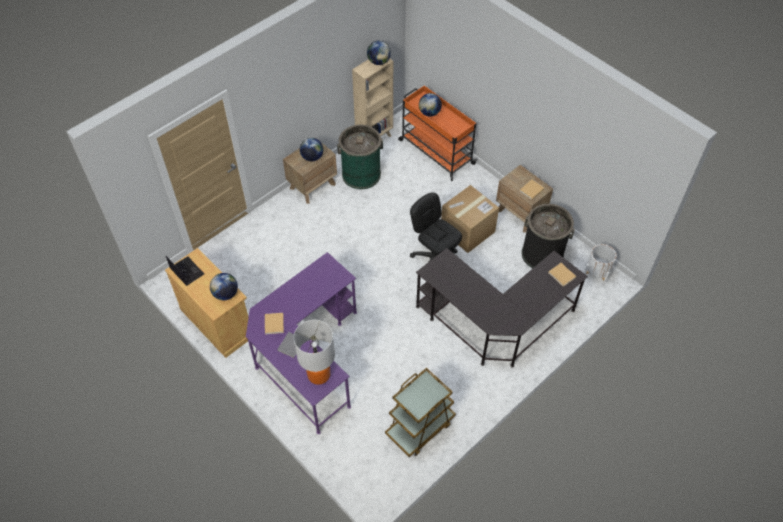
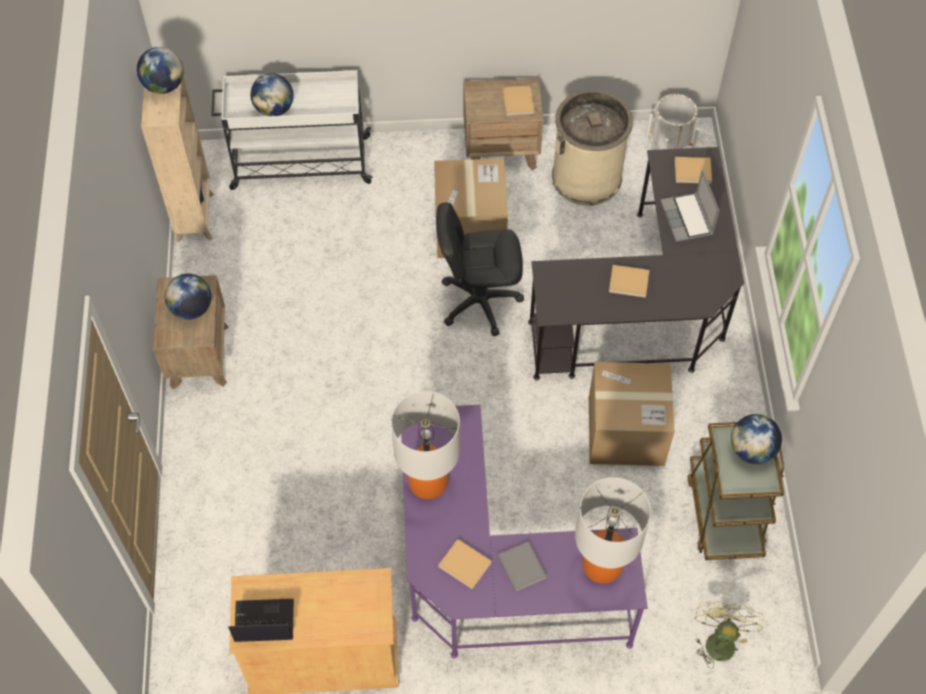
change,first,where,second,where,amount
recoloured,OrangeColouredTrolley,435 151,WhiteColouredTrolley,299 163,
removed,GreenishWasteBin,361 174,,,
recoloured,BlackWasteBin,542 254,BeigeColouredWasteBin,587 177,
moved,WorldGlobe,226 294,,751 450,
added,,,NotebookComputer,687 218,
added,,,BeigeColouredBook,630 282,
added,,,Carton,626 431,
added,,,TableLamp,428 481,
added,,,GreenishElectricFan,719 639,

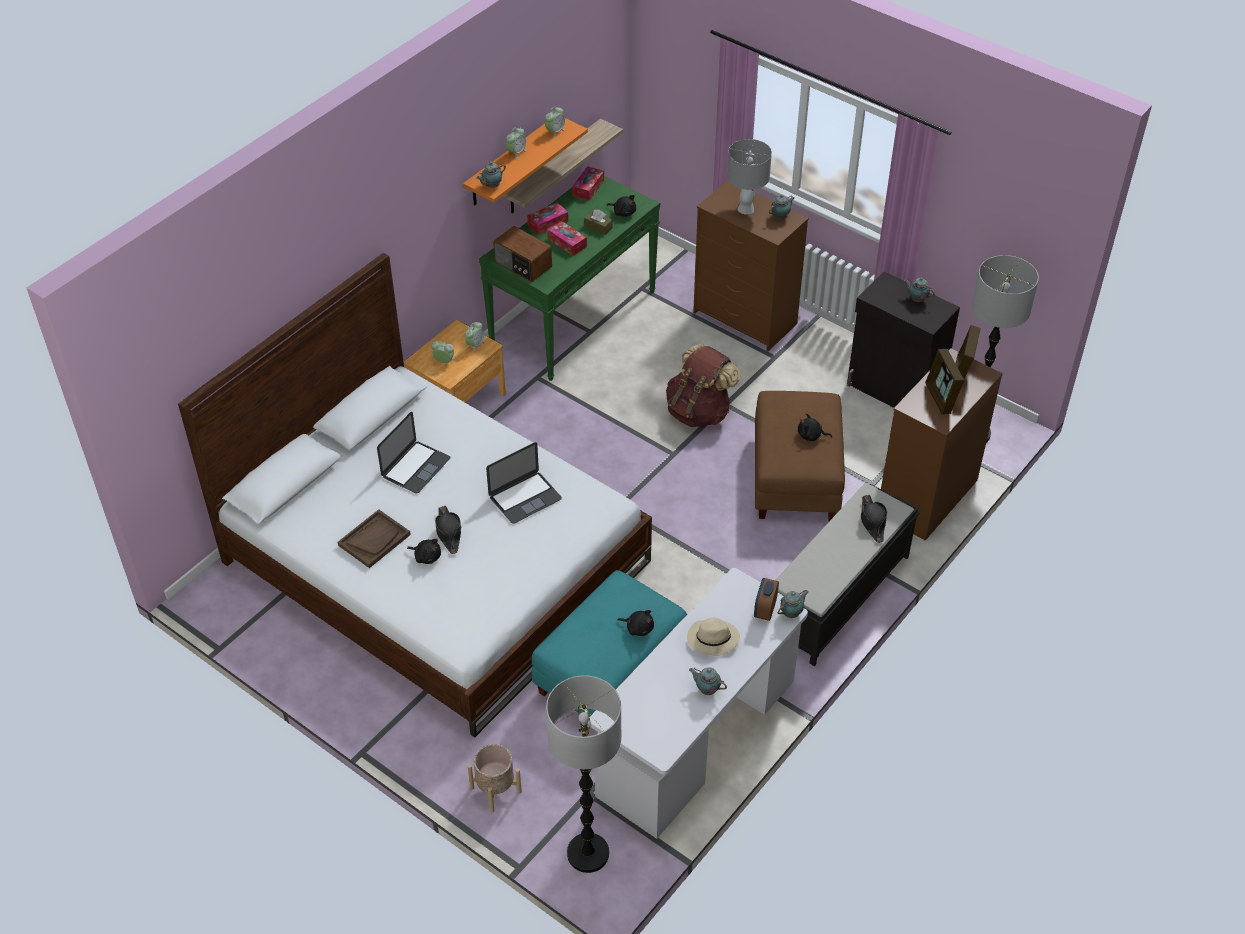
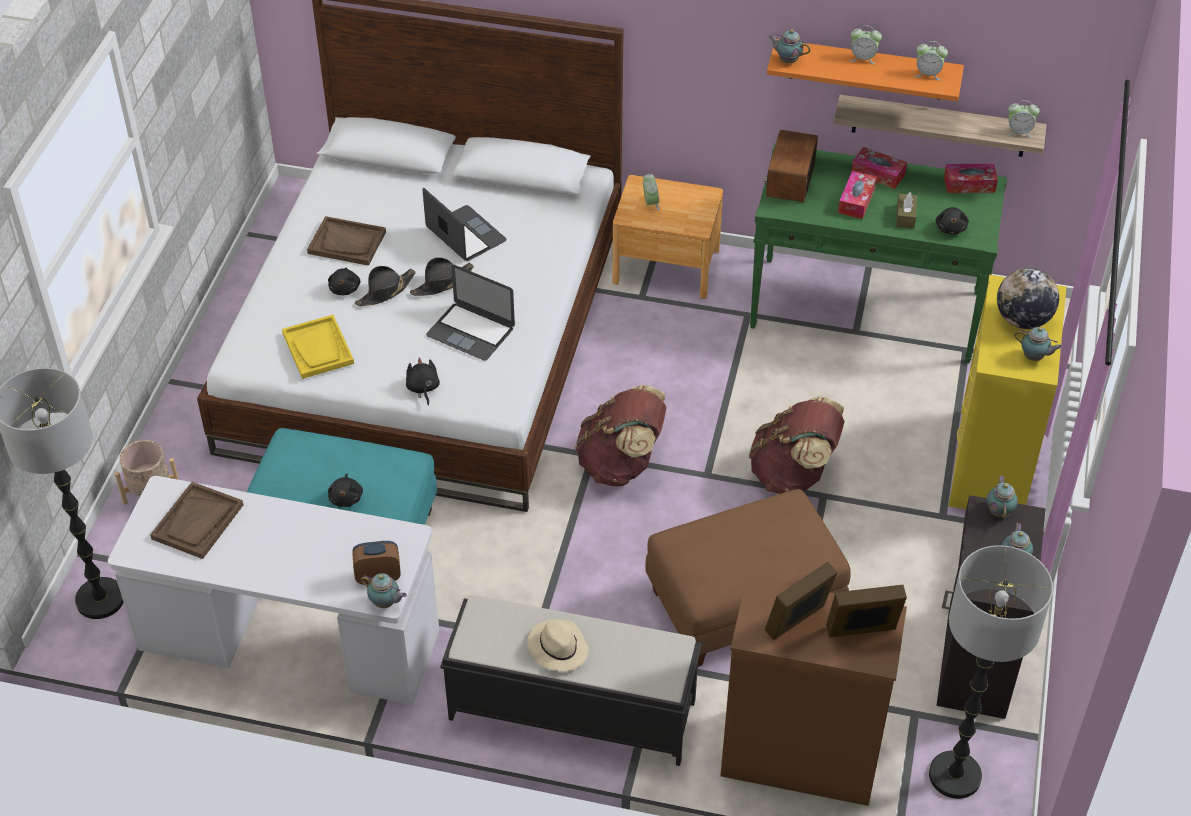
change,first,where,second,where,amount
replaced,GreyishTableLamp,746 208,WorldGlobe,1022 320,
recoloured,BrownColouredDresser,746 318,YellowishDresser,991 465,
moved,AlarmClock,475 345,,1019 132,
turned,NotebookComputer,416 467,,465 234,135 degrees counterclockwise
moved,BlackPlushToy,811 436,,423 388,
moved,BlackHat,872 521,,442 283,
moved,BeigeColouredHat,712 639,,557 647,
moved,TeaPot,706 689,,999 511,
added,,,YellowishCarryingTray,318 348,
added,,,BrownColouredKnapsack,621 465,
added,,,BrownColouredCarryingTray,197 522,

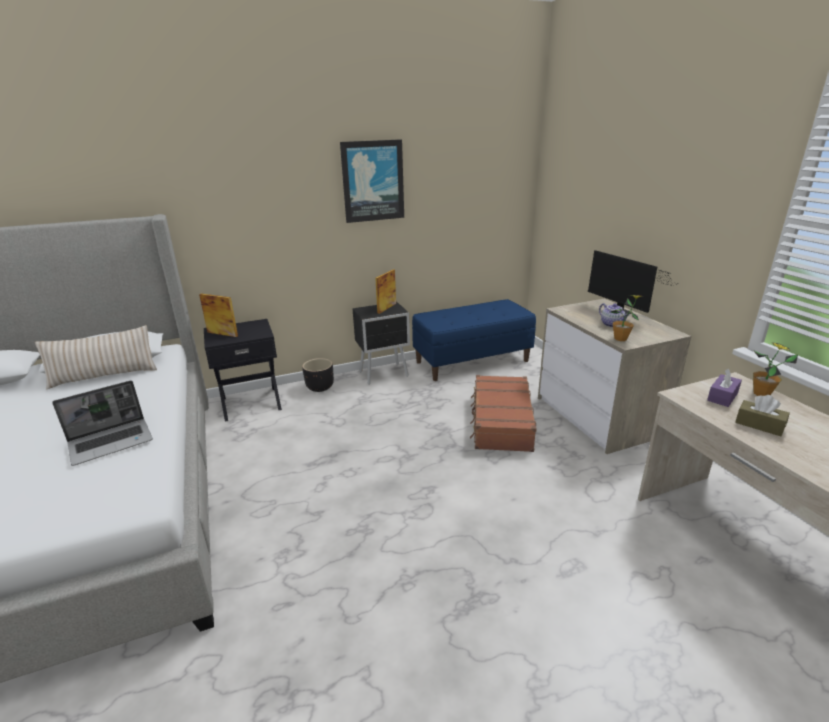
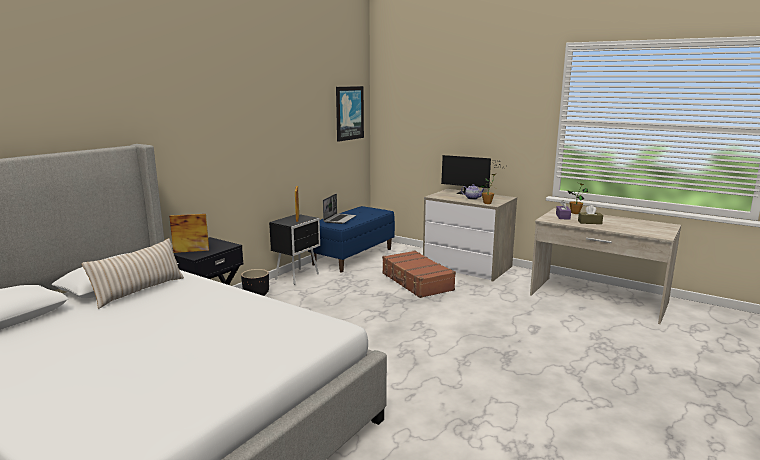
change,first,where,second,where,amount
moved,WallArt,373 181,,349 113,
moved,NotebookComputer,112 442,,339 219,

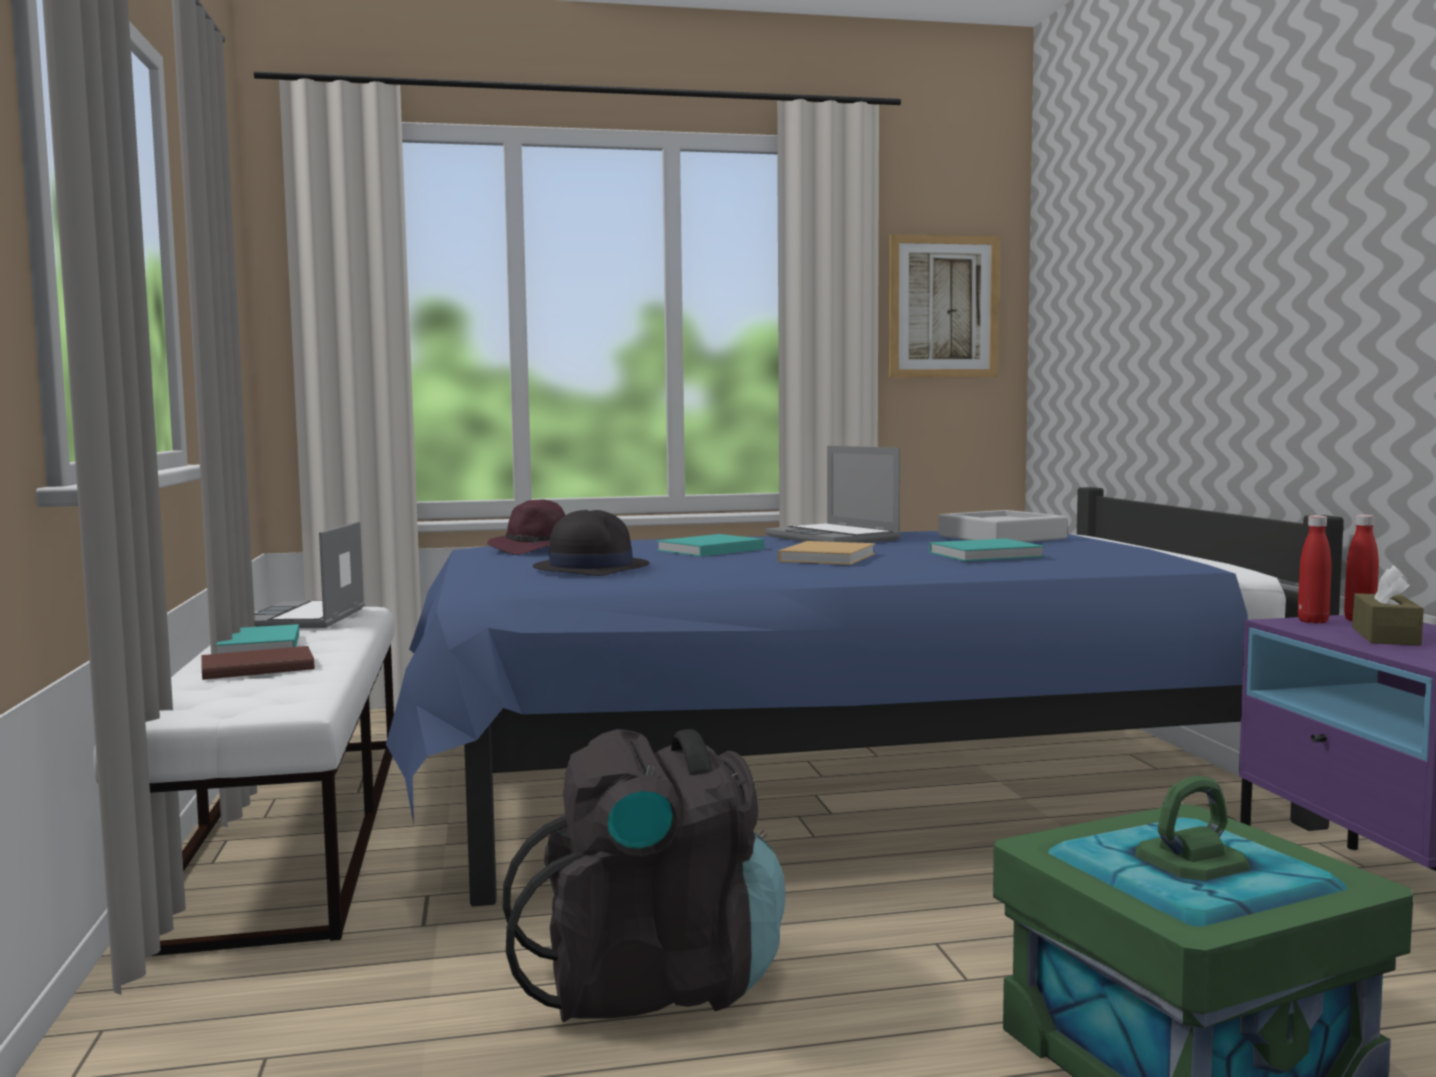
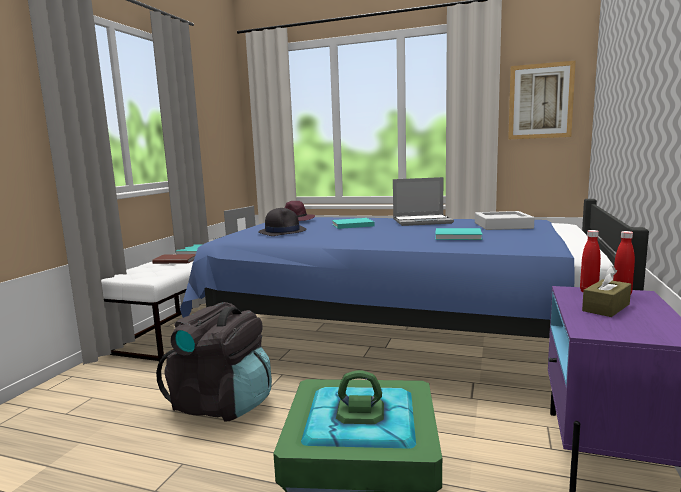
change,first,where,second,where,amount
turned,NotebookComputer,834 538,,422 221,90 degrees counterclockwise
removed,BeigeColouredBook,828 557,,,

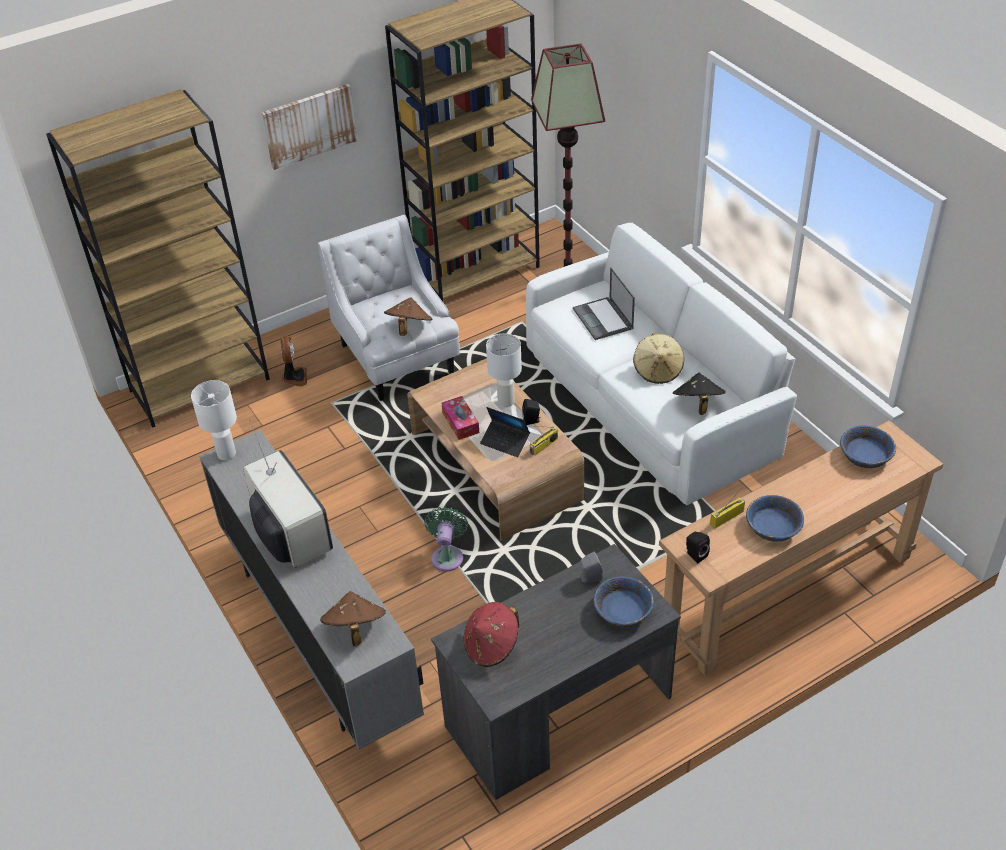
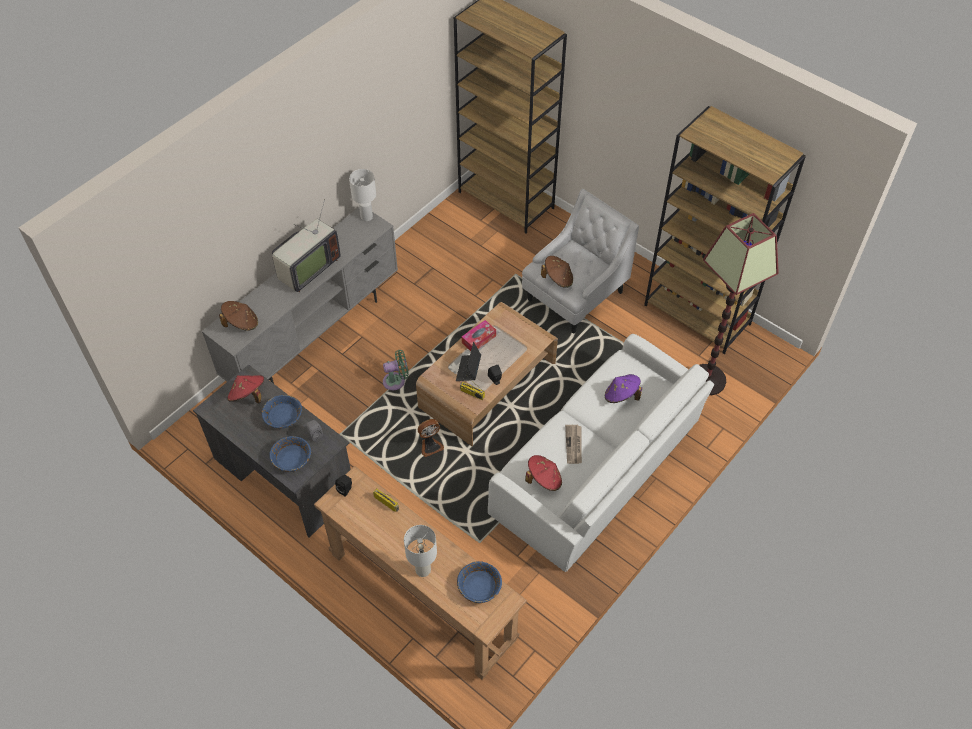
change,first,where,second,where,amount
removed,WallArt,309 125,,,
replaced,NotebookComputer,603 319,PurpleColouredHat,621 396,
moved,WhiteColouredTableLamp,505 401,,423 569,
replaced,BeigeColouredHat,658 370,Newspaper,574 445,
moved,ElectricFan,294 377,,430 446,
recoloured,BlackHat,697 404,ReddishHat,544 479,
moved,BlueColouredServingBowl,773 526,,283 416,

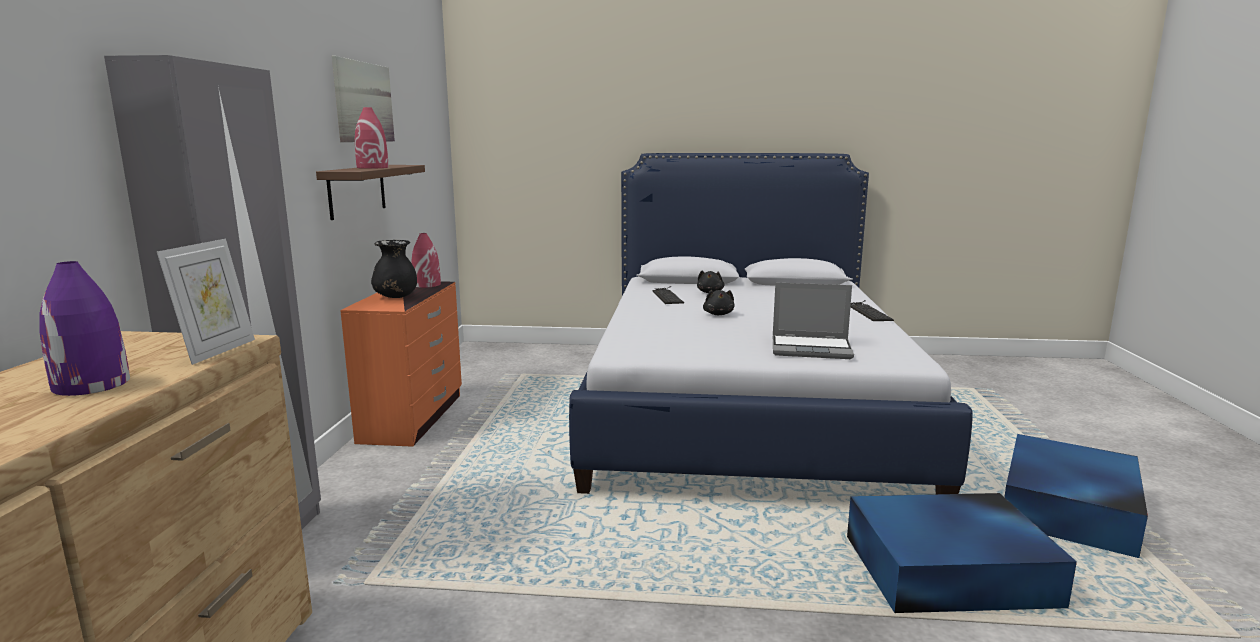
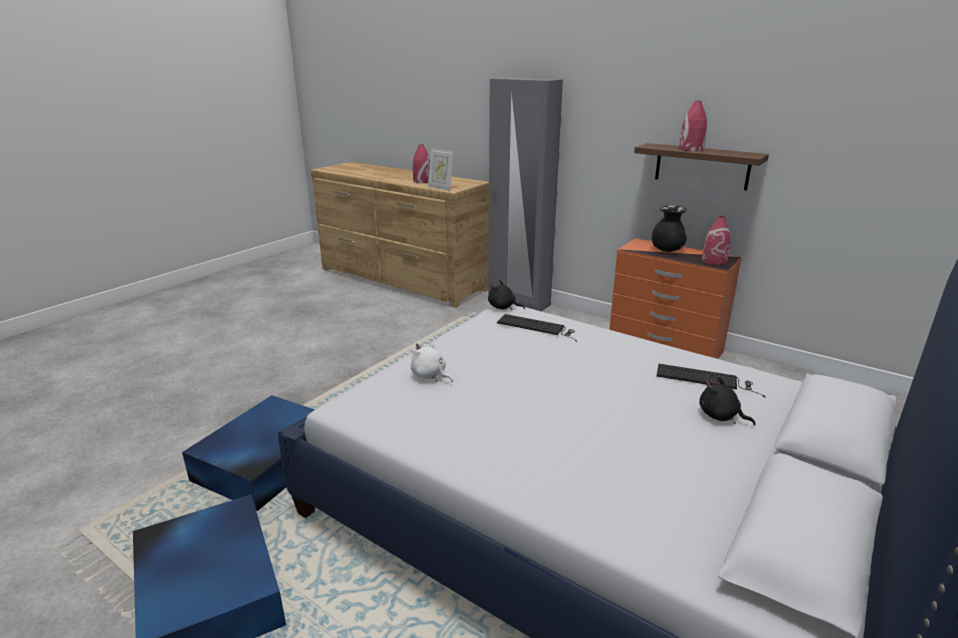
change,first,where,second,where,amount
removed,WallArt,364 102,,,
recoloured,PurpleColouredDecorativeVase,91 385,ReddishDecorativeVase,422 181,
replaced,NotebookComputer,812 349,WhiteColouredPlushToy,430 375,
moved,BlackPlushToy,718 314,,503 307,
moved,Keyboard,868 311,,537 327,

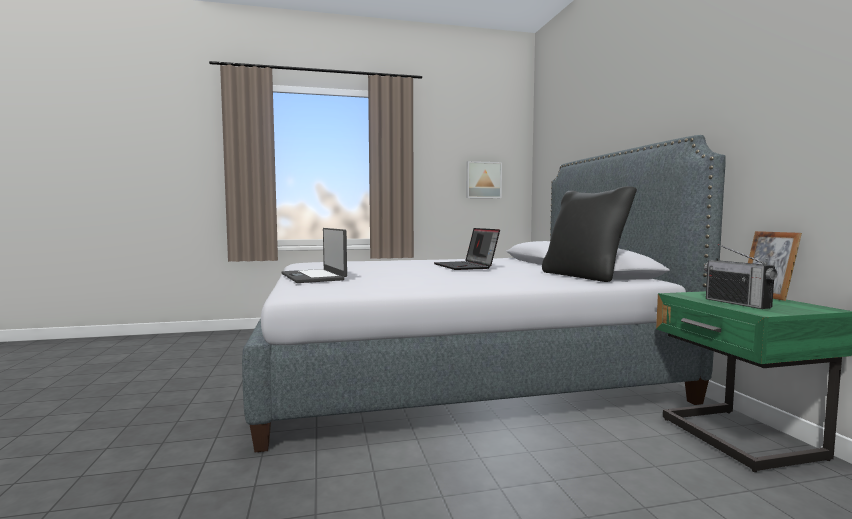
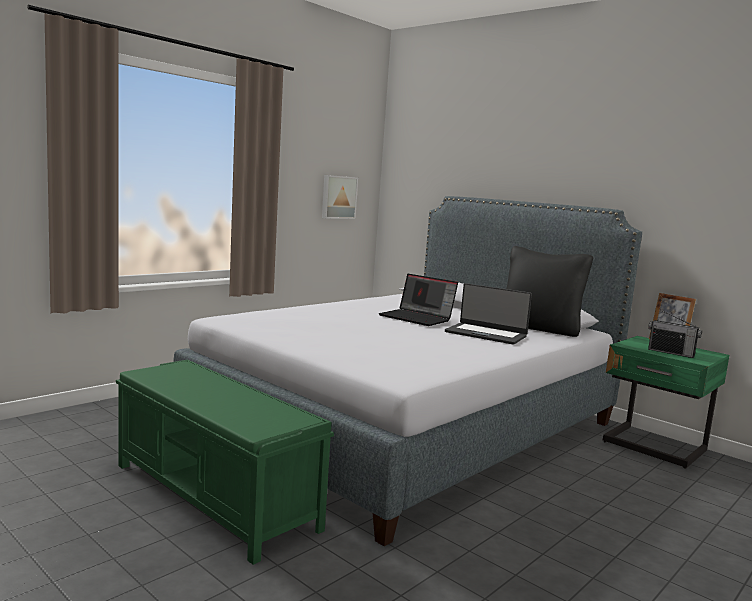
change,first,where,second,where,amount
moved,NotebookComputer,314 277,,486 334,
added,,,GreenishLongSeat,215 496,

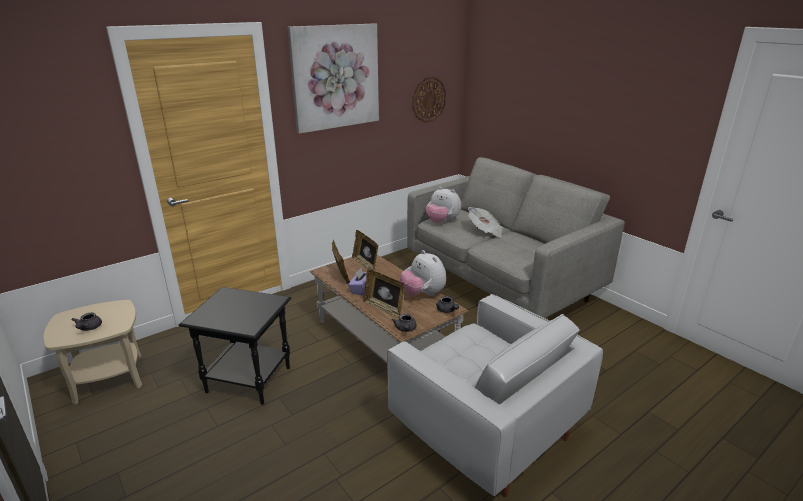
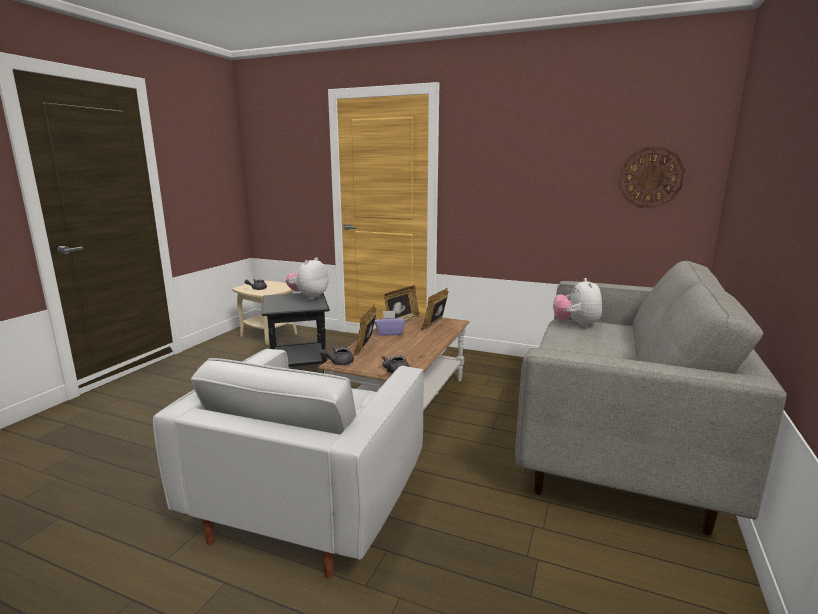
change,first,where,second,where,amount
removed,WallArt,335 77,,,
removed,Newspaper,485 231,,,
moved,PlushToy,422 294,,309 297,

